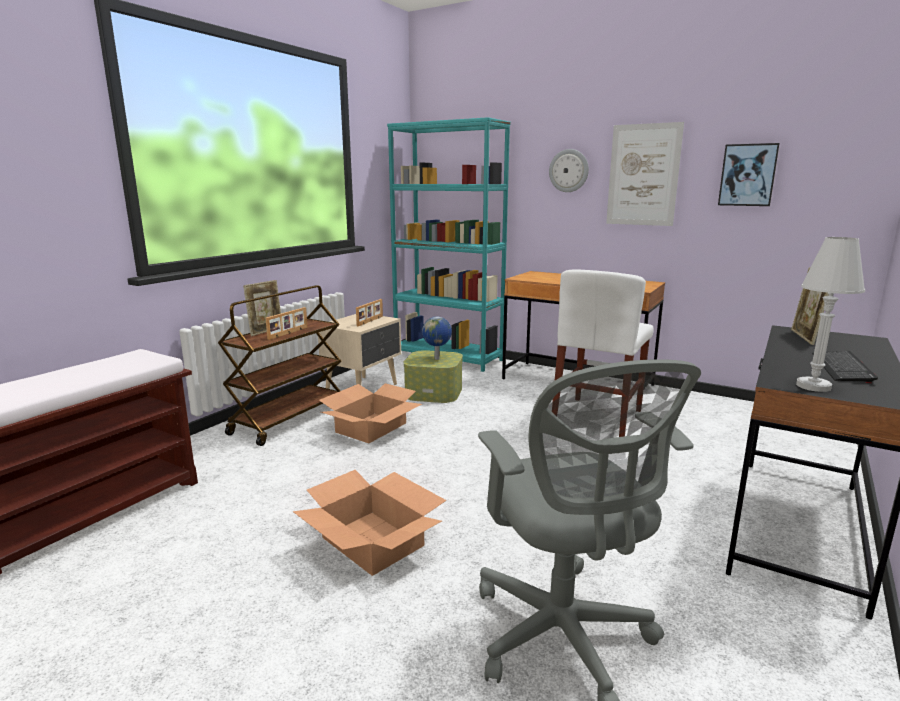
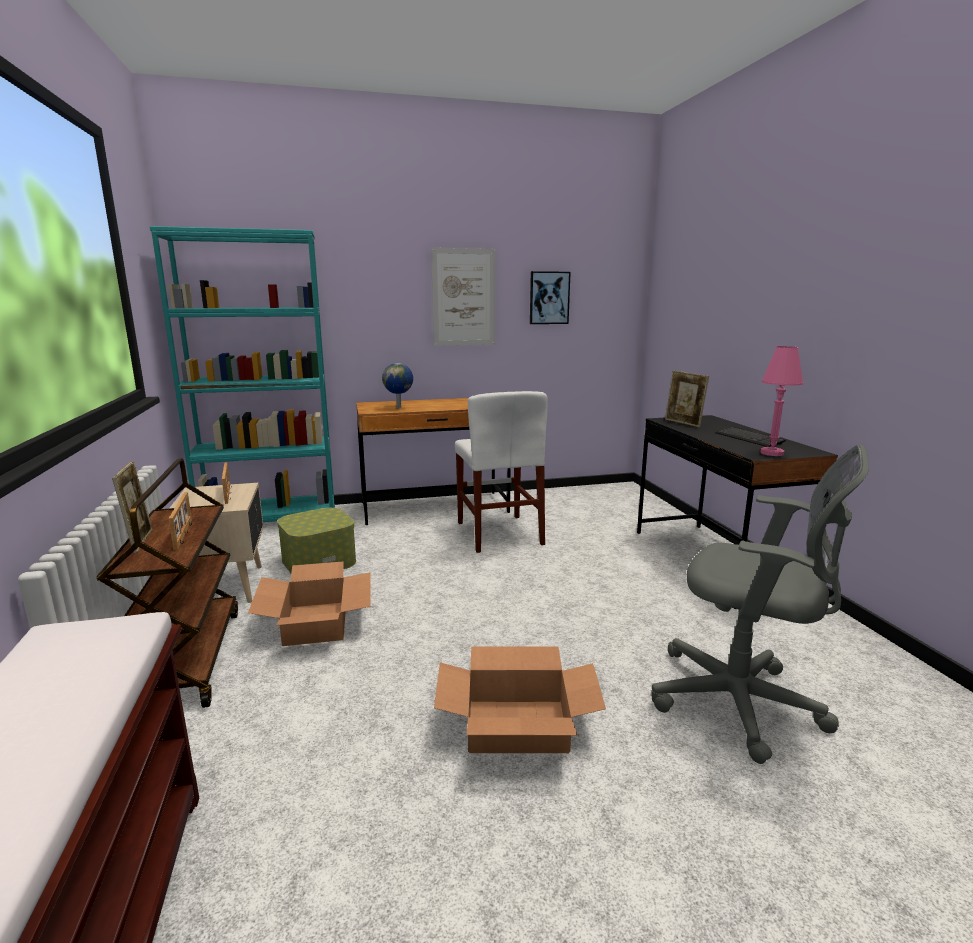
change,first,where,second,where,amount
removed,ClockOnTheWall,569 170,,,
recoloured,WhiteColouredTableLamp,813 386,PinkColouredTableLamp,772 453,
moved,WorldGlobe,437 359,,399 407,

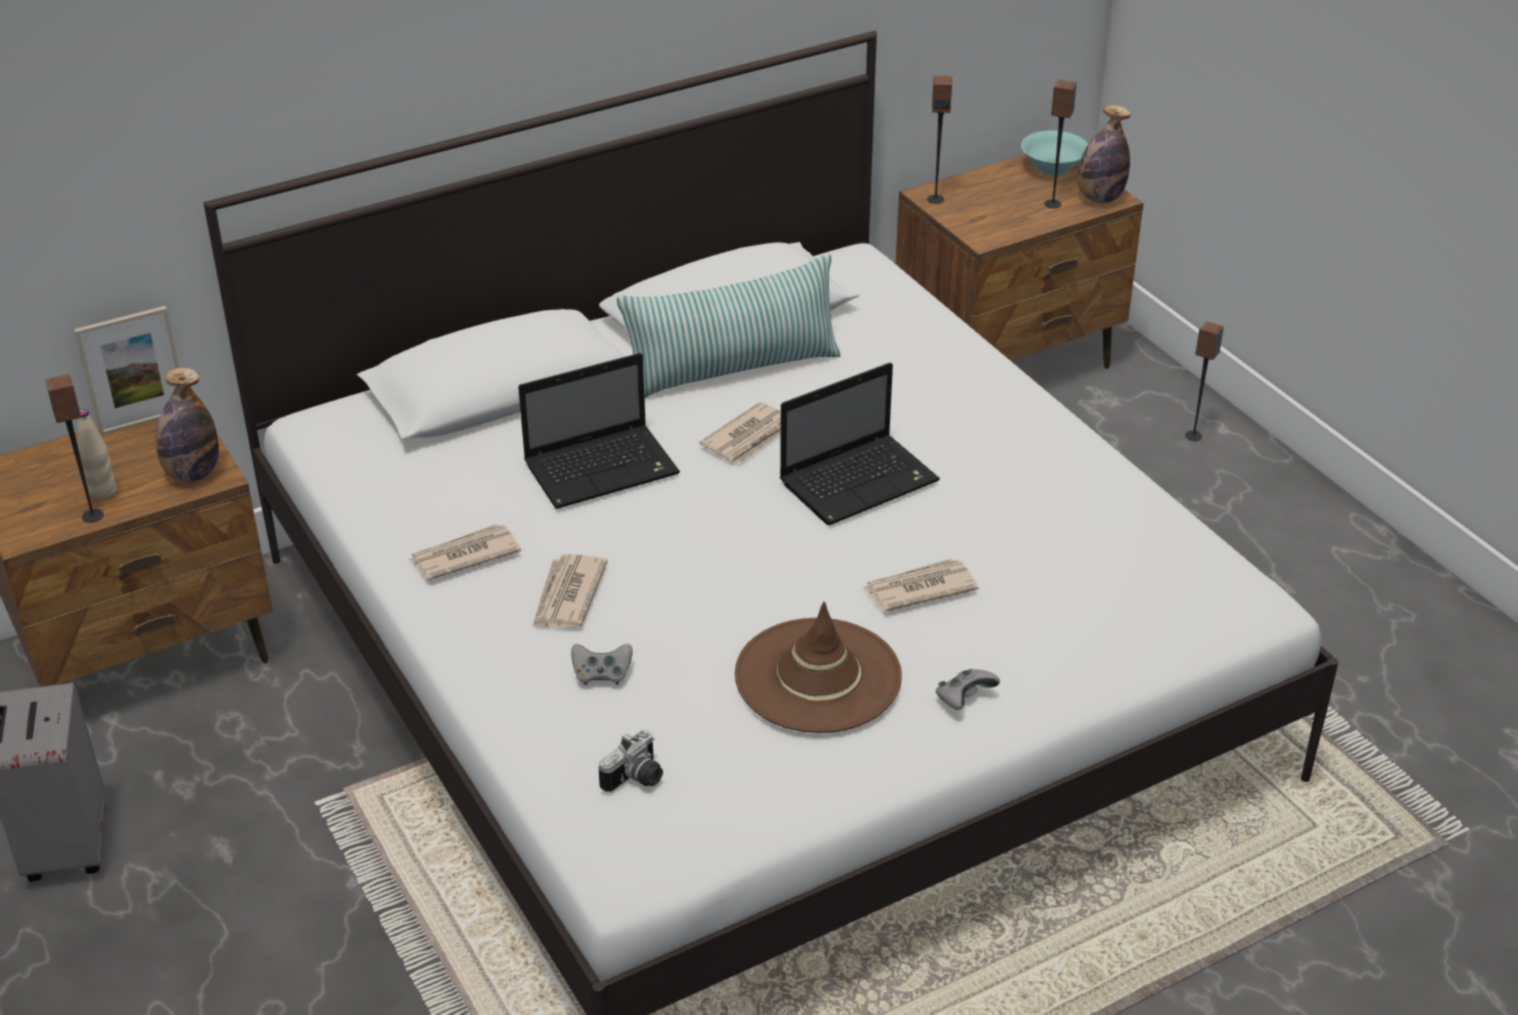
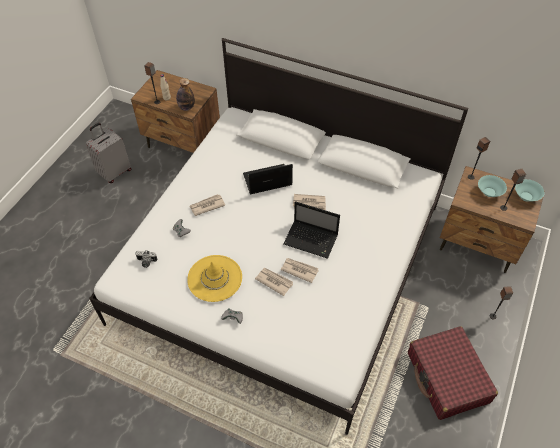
change,first,where,second,where,amount
removed,Bottle,1099 198,,,
removed,Pillow,732 370,,,
removed,PhotoFrame,144 421,,,
turned,NotebookComputer,604 468,,266 181,135 degrees clockwise
moved,Newspaper,464 556,,299 270,
recoloured,BrownColouredHat,818 676,YellowishHat,215 278,
added,,,TurquoiseServingBowl,489 192,
added,,,ReddishSuitcase,447 378,

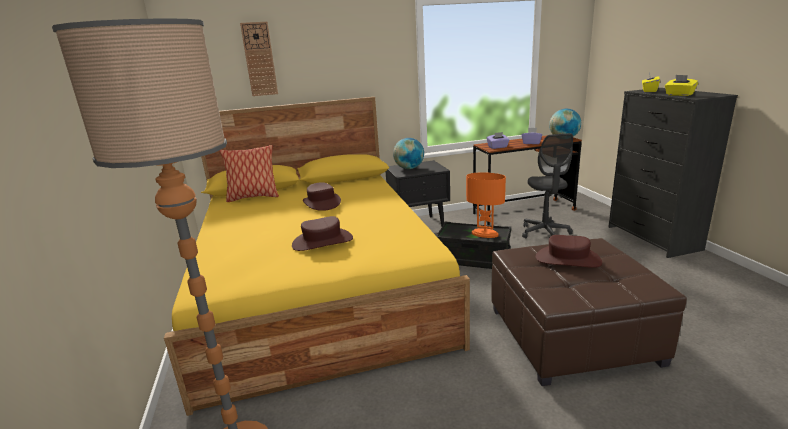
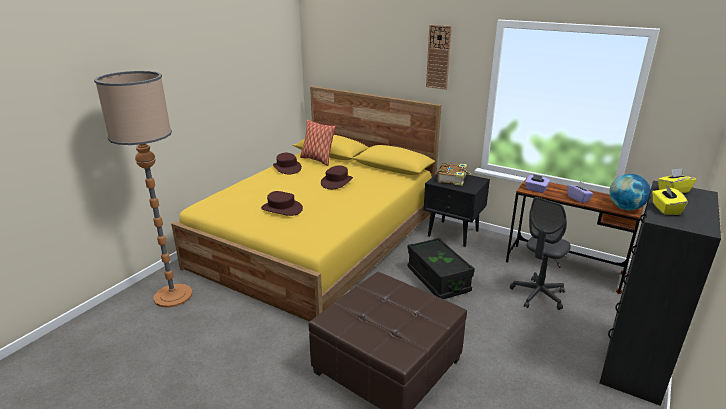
change,first,where,second,where,amount
moved,ClockOnTheWall,259 59,,438 57,
replaced,WorldGlobe,409 168,Book,452 178,
removed,OrangeColouredTableLamp,484 234,,,
moved,BrownColouredHat,568 259,,287 168,

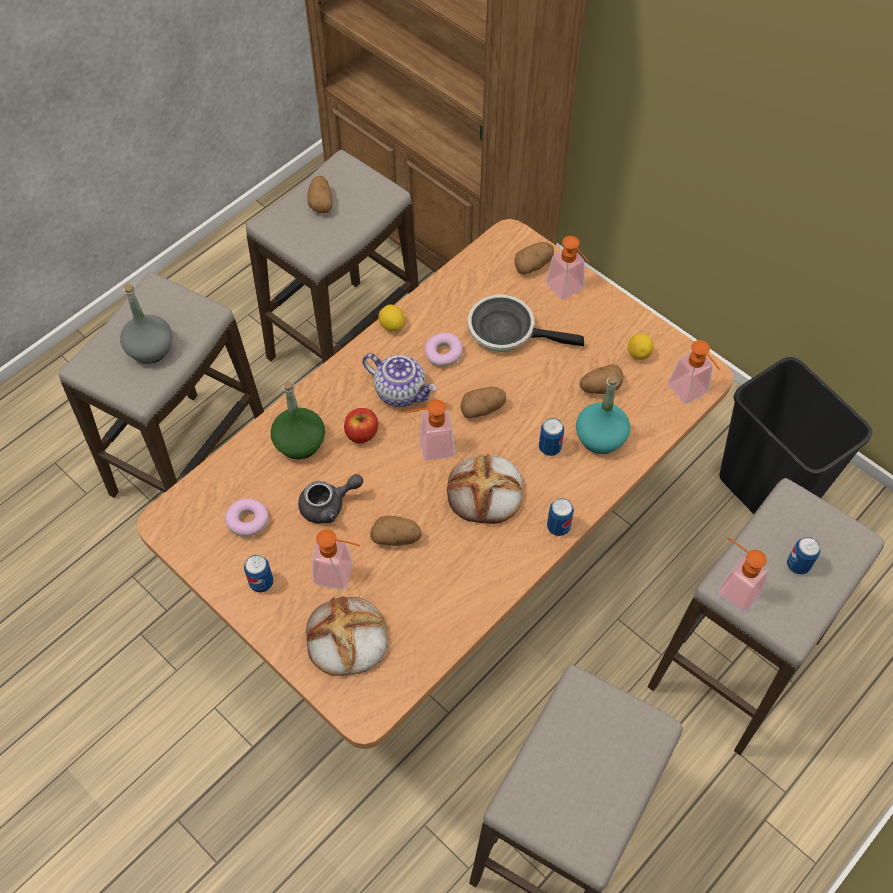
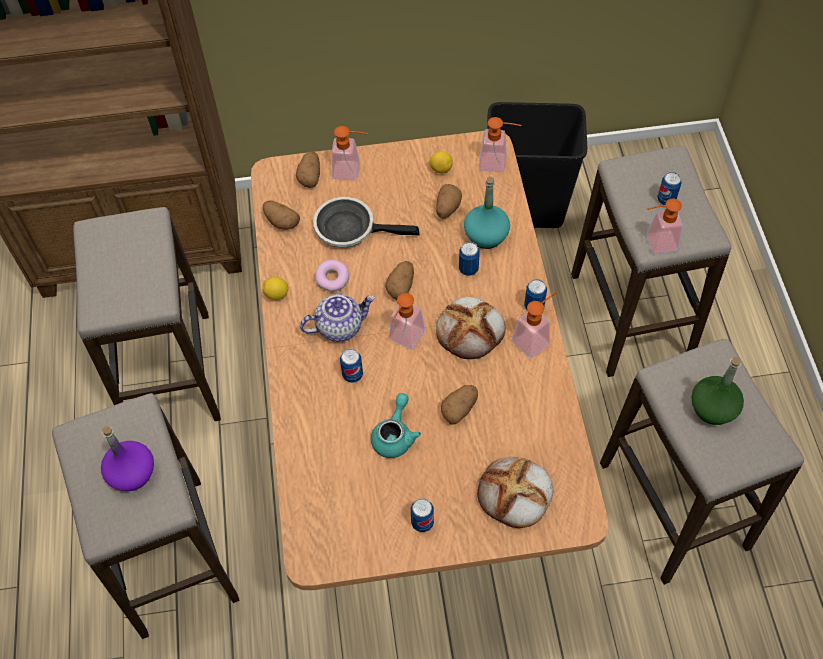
change,first,where,second,where,amount
moved,Spud,321 202,,281 221,
recoloured,GreyishBottle,150 348,PurpleColouredBottle,132 473,
turned,Pan,507 331,,350 228,45 degrees clockwise
moved,GreenishBottle,299 442,,713 408,
replaced,Apple,361 433,MetalCan,352 375,
recoloured,GreyishTeaPot,329 505,TurquoiseTeaPot,395 435,
removed,Doughnut,248 521,,,
moved,LiquidSoapBottle,340 574,,535 339,

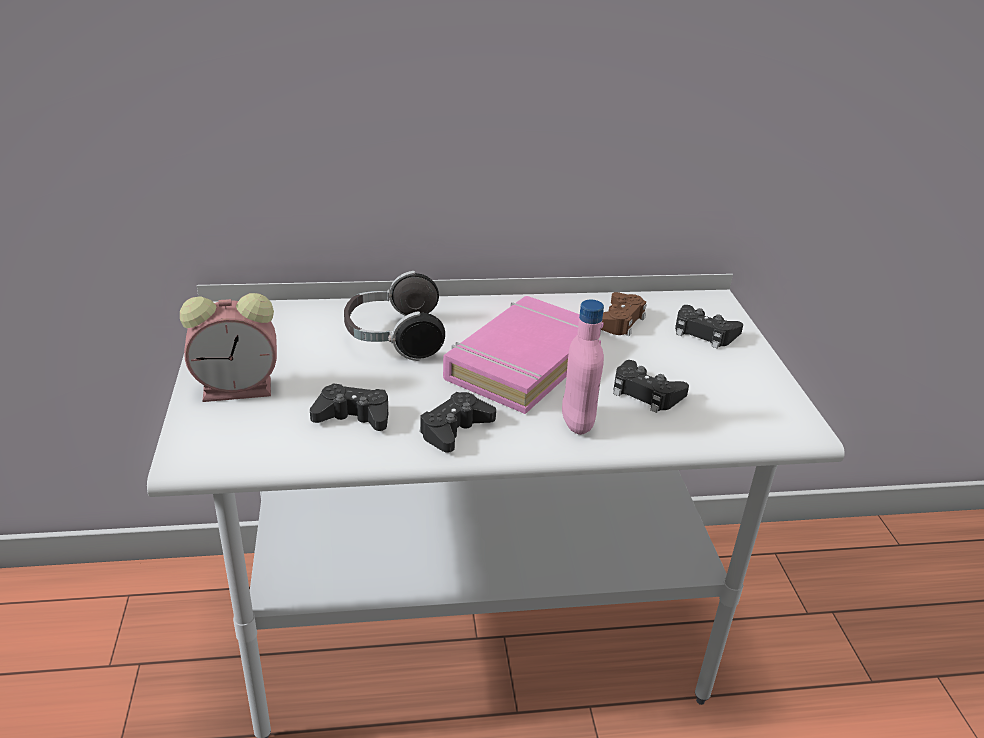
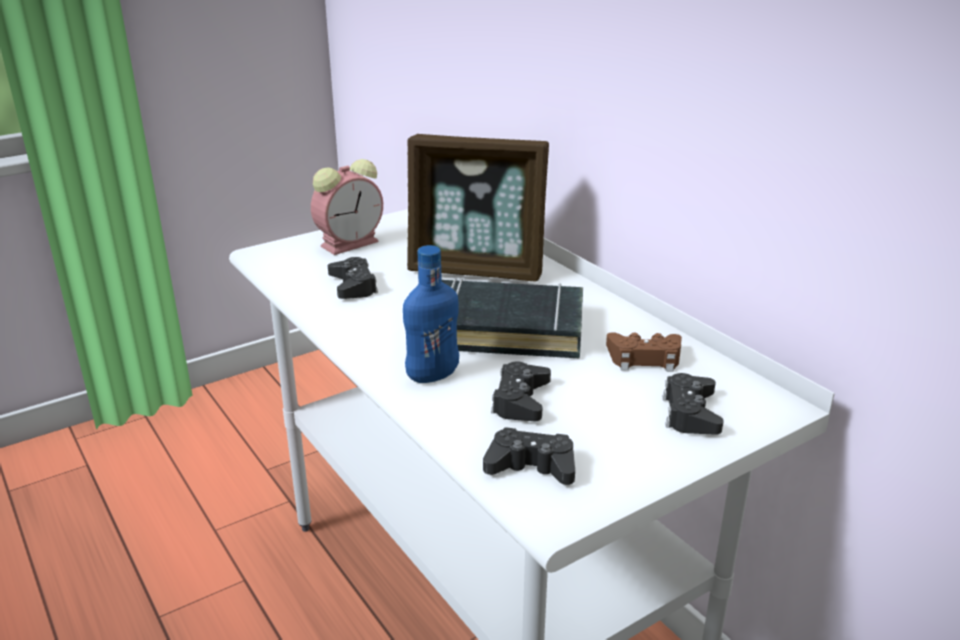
change,first,where,second,where,amount
replaced,Headphones,393 338,PhotoFrame,477 270,
turned,AlarmClock,240 388,,351 243,90 degrees counterclockwise
recoloured,PinkColouredBook,522 362,BlackBook,504 329,
recoloured,PinkColouredBottle,577 422,BlueColouredBottle,432 375,
moved,BlackGamepad,455 429,,531 466,

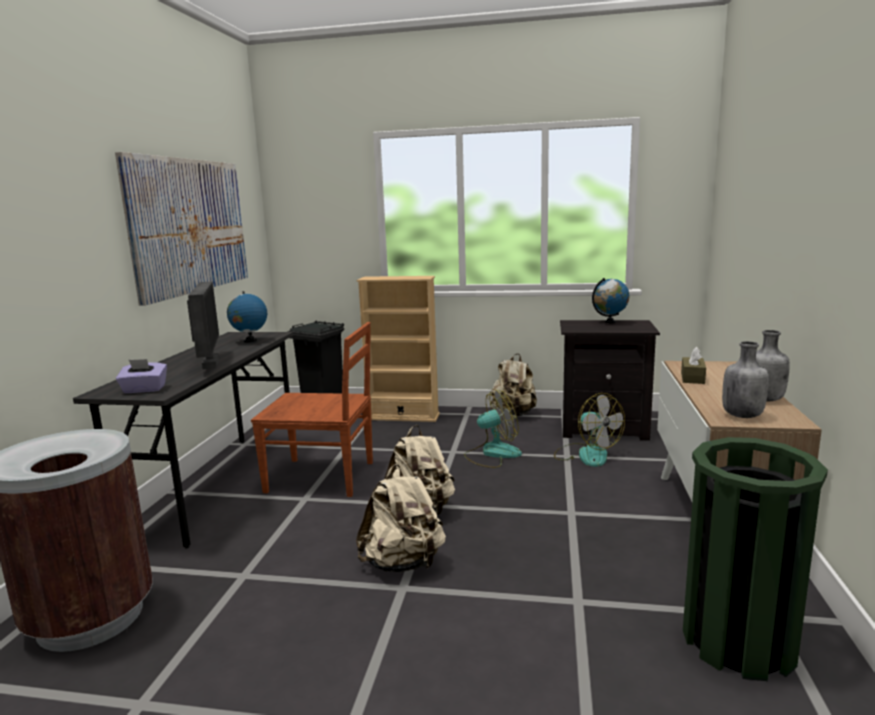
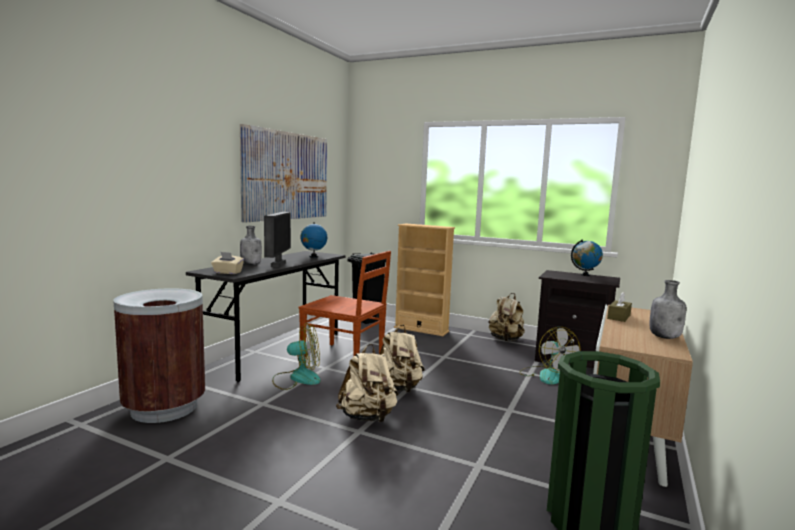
change,first,where,second,where,amount
moved,GreyishBottle,742 415,,251 264,
recoloured,PurpleColouredTissueBox,144 390,BeigeColouredTissueBox,227 272,
moved,ElectricFan,492 454,,297 378,

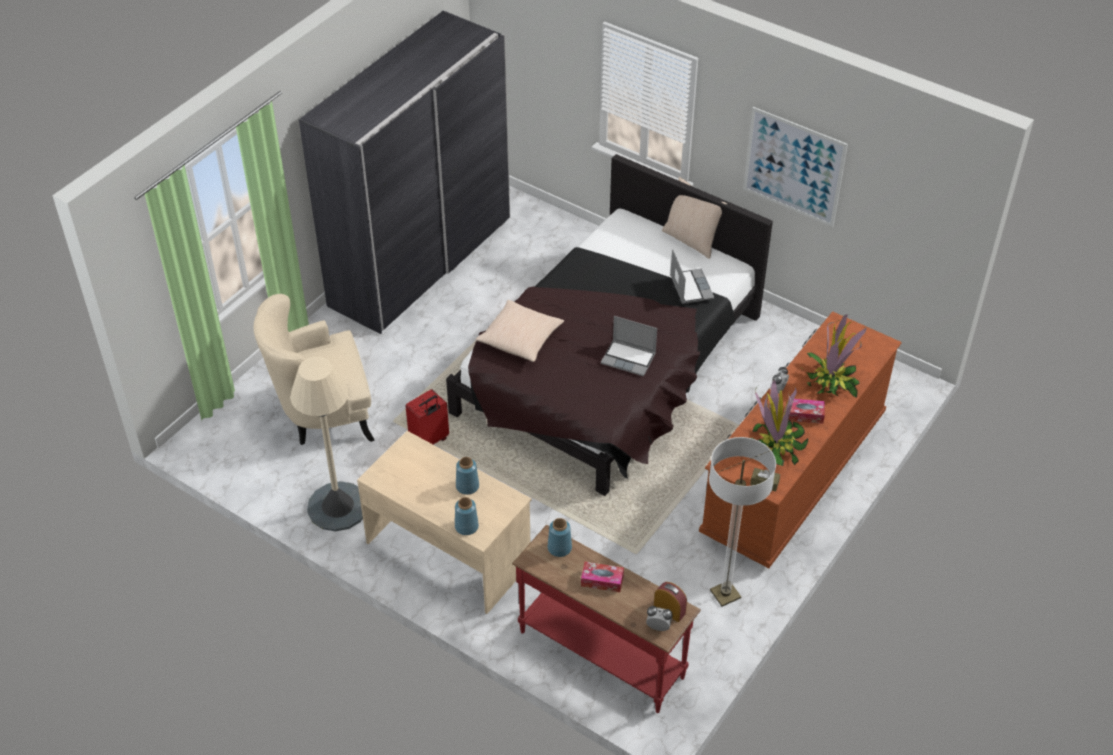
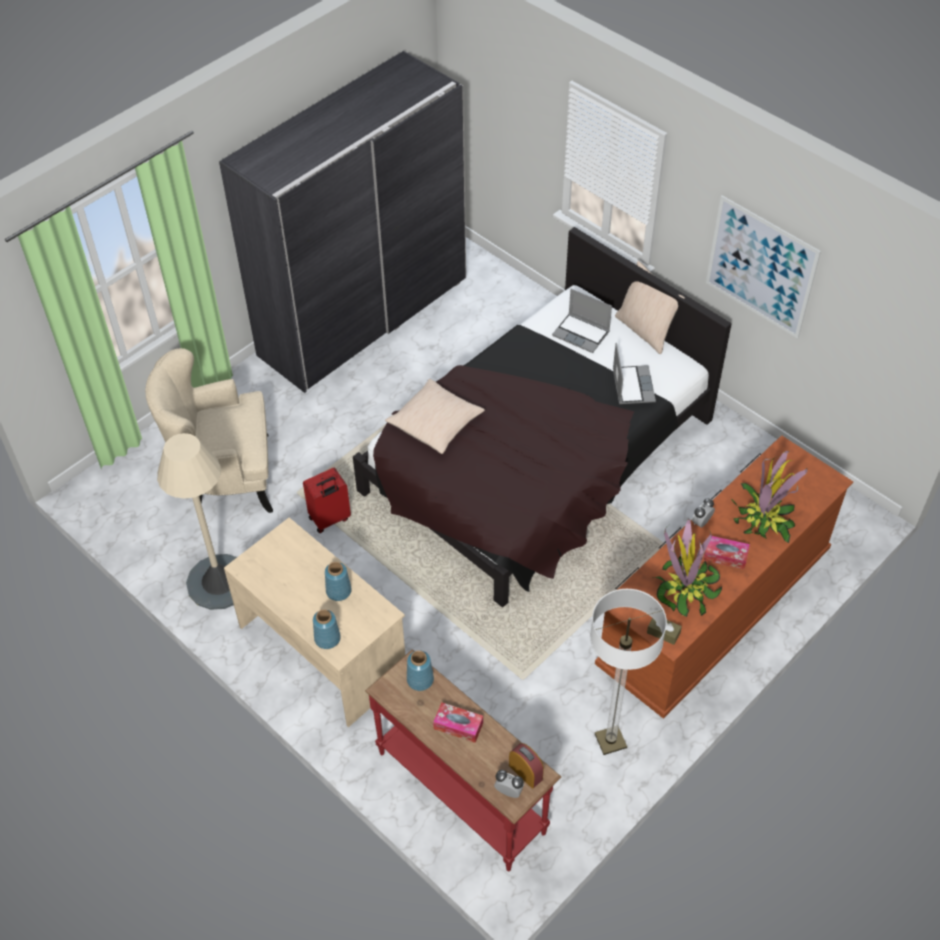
change,first,where,second,where,amount
moved,NotebookComputer,629 358,,582 334,

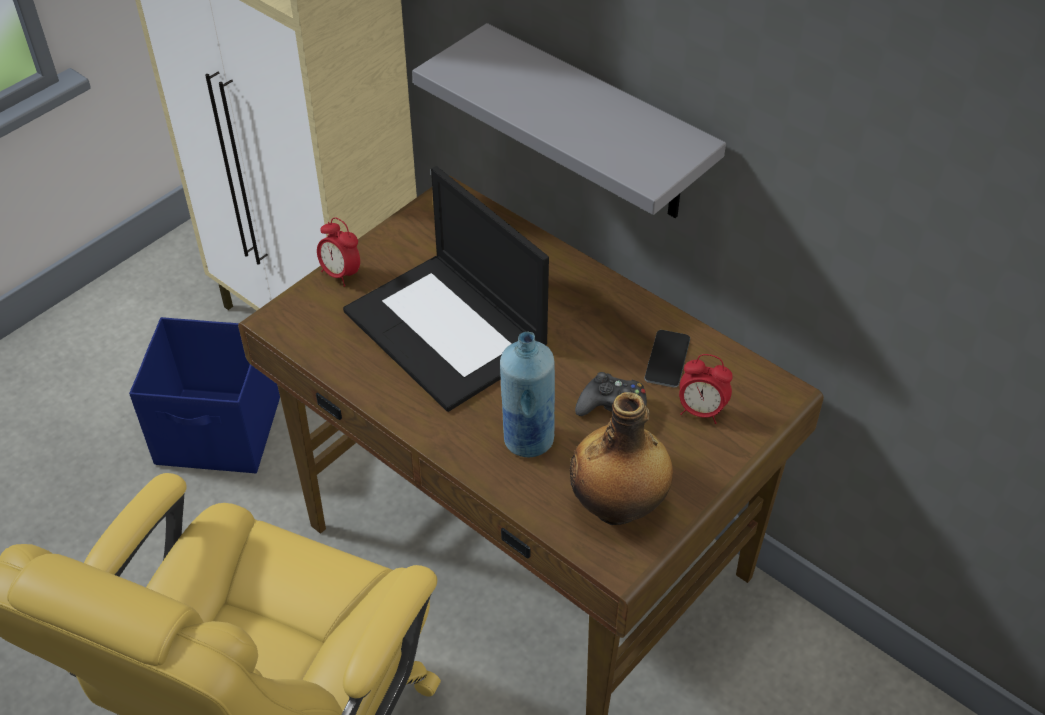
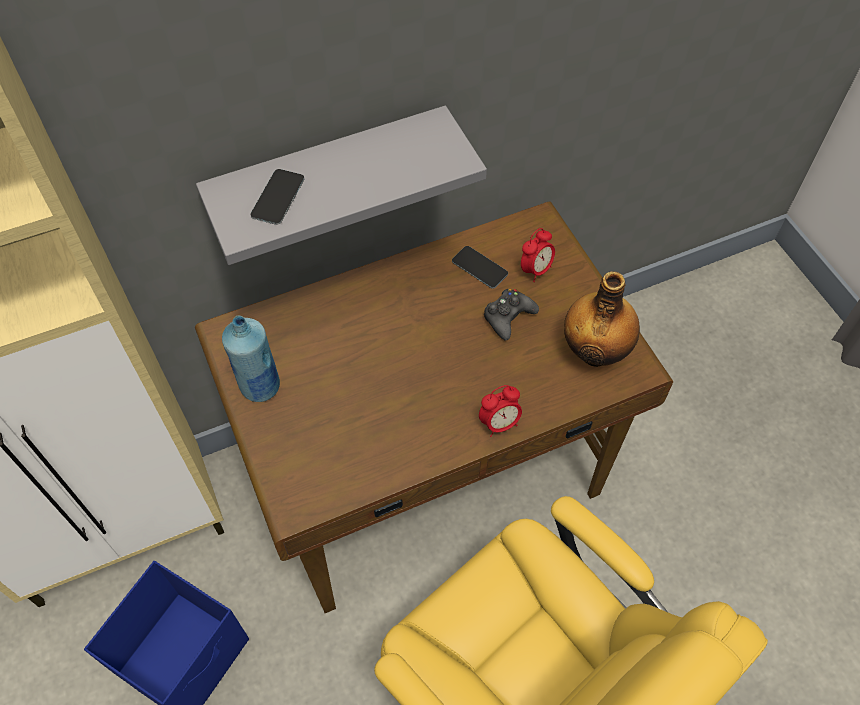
change,first,where,second,where,amount
removed,NotebookComputer,448 331,,,
moved,AlarmClock,341 274,,499 423,
moved,BlueColouredBottle,527 440,,260 387,
added,,,Handset,278 197,

